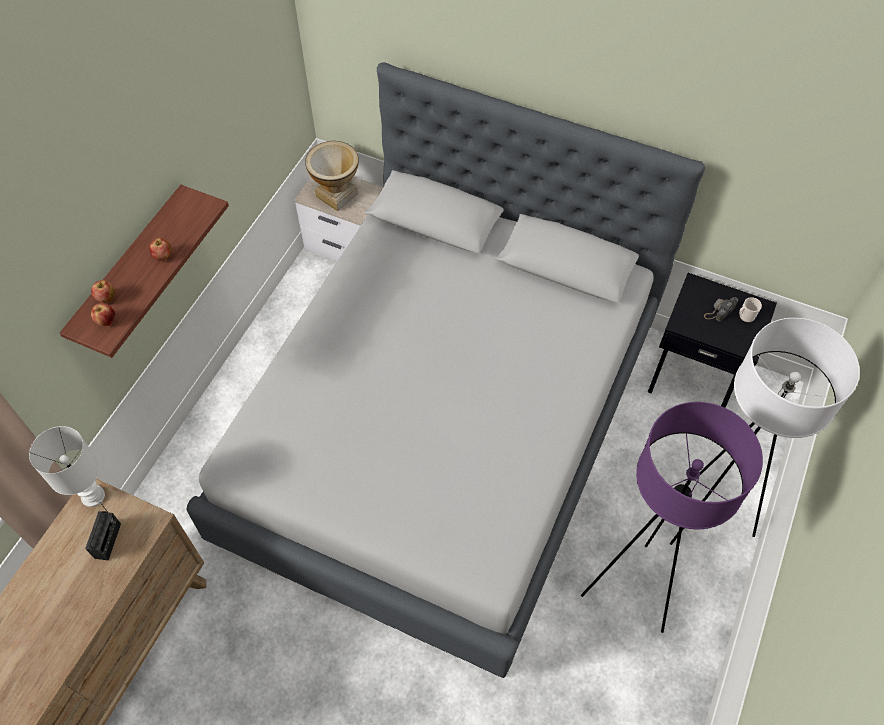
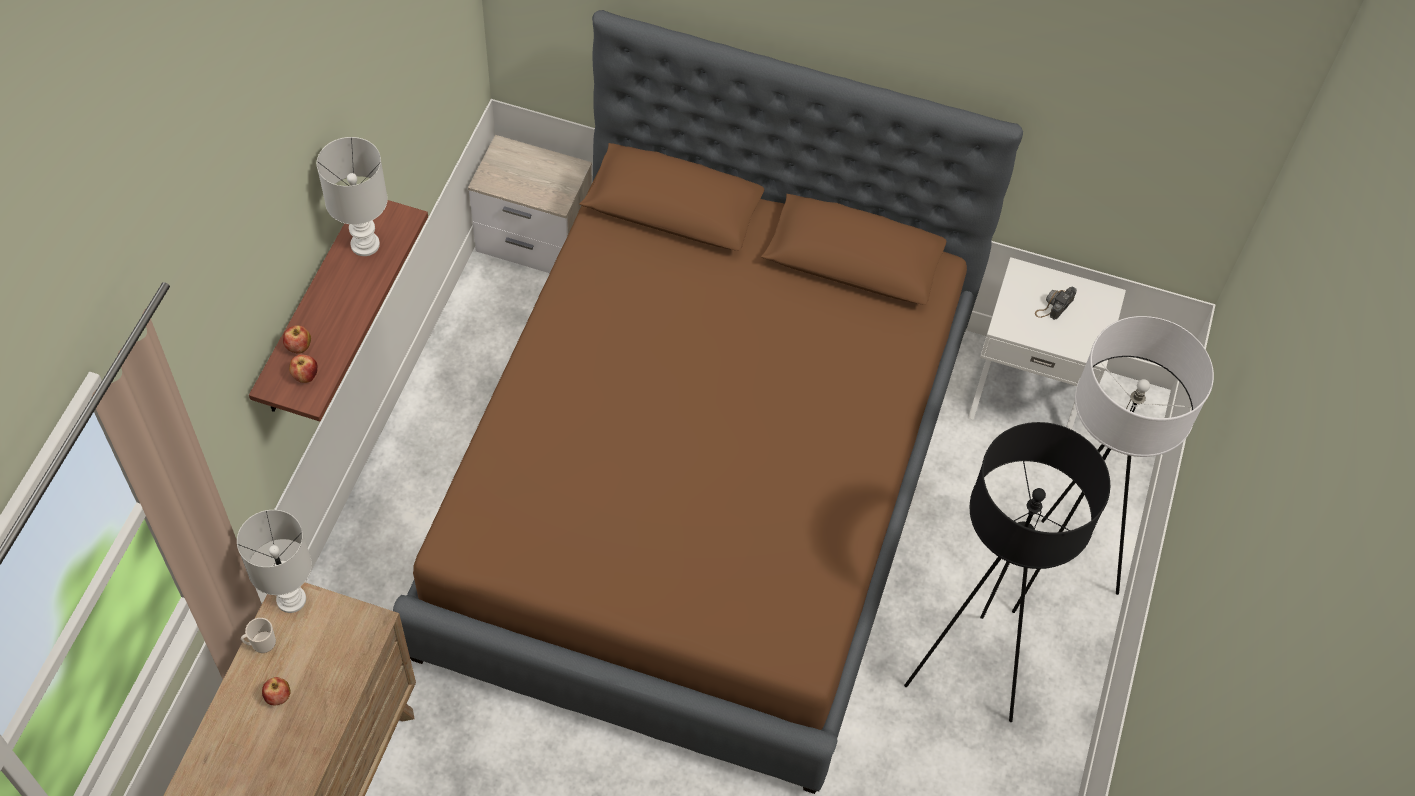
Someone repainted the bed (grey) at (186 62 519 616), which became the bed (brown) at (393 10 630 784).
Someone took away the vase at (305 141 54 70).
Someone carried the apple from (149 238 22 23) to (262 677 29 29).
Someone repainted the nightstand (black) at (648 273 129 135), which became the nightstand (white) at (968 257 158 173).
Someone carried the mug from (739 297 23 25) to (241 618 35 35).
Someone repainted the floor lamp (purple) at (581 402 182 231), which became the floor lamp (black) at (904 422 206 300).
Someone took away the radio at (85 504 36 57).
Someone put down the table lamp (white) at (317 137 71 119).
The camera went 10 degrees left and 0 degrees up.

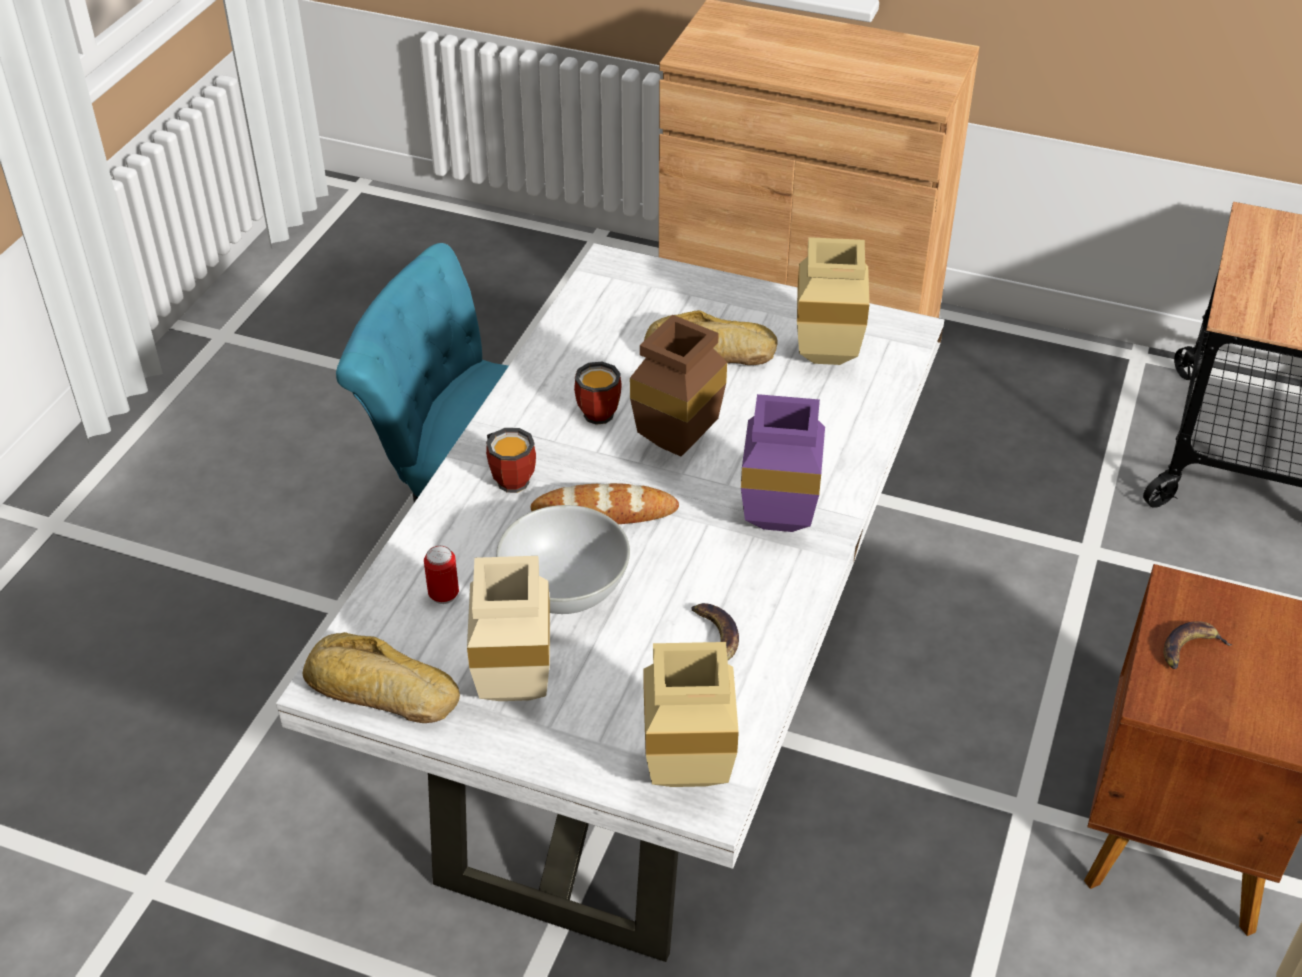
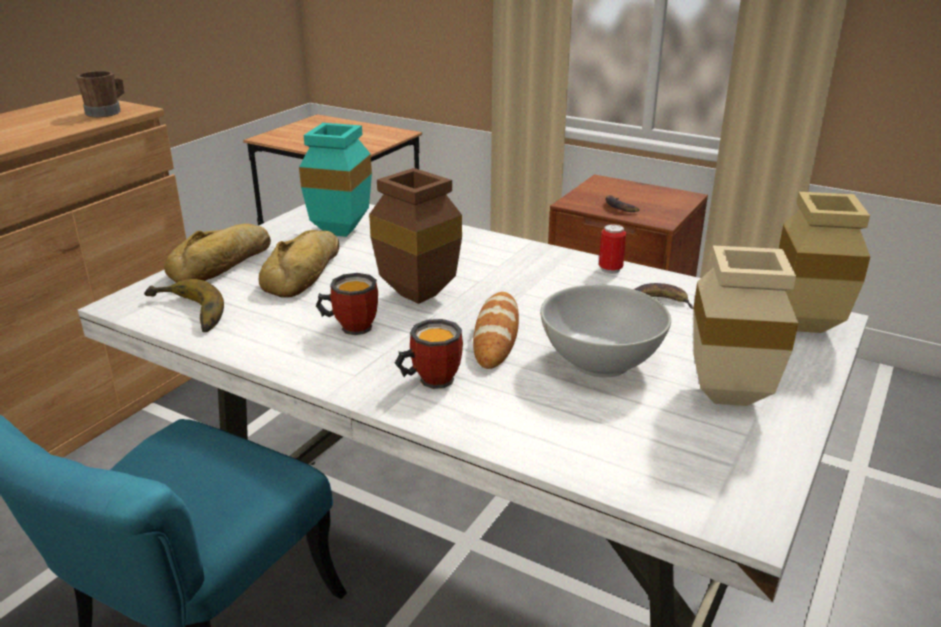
Someone repainted the vase (beige) at (797 237 72 128), which became the vase (turquoise) at (299 123 73 114).
Someone took away the vase (purple) at (741 394 84 138).
Someone carried the can from (424 546 35 58) to (599 224 27 50).
Someone carried the bread from (302 632 158 91) to (164 224 107 58).
Someone put down the mug (brown) at (76 71 48 46).
Someone put down the banana at (144 279 80 53).
The camera went 80 degrees left and 15 degrees down.

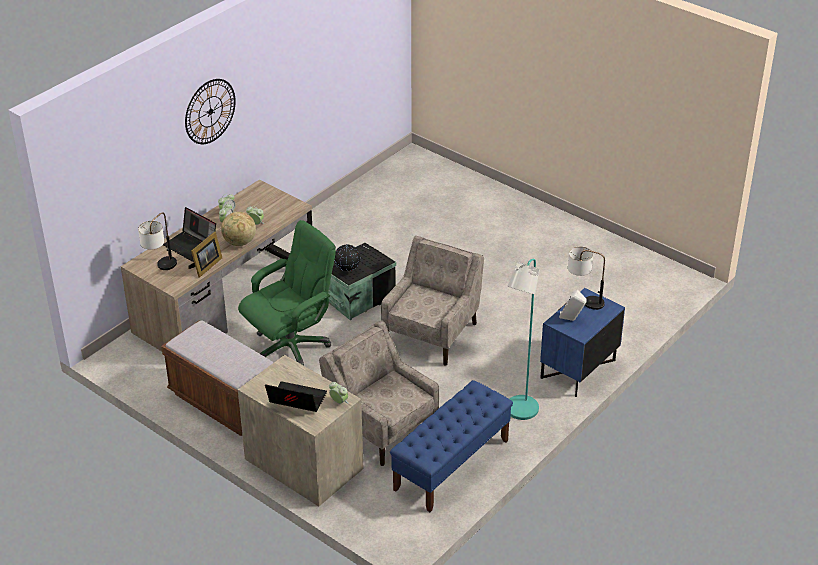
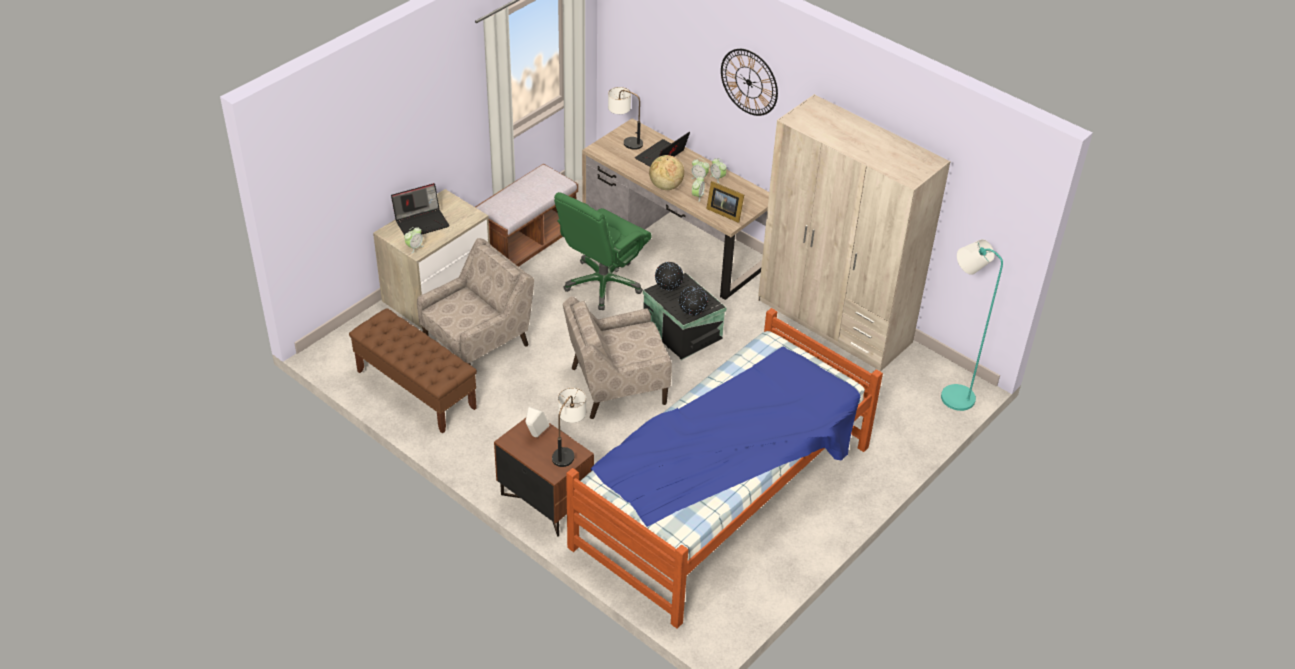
Someone rotated the office chair (green) at (238 220 98 145) by 75 degrees clockwise.
Someone carried the picture frame from (188 232 34 46) to (706 181 38 42).
Someone rotated the armchair (beige) at (381 236 103 130) by 135 degrees clockwise.
Someone carried the floor lamp (turquoise) from (508 259 32 161) to (941 239 62 172).
Someone repainted the nightstand (blue) at (540 288 85 109), which became the nightstand (brown) at (494 418 100 119).
Someone repainted the bench (blue) at (390 380 123 132), which became the bench (brown) at (349 308 128 126).
Someone rotated the laptop at (265 381 62 31) by 45 degrees clockwise.
Someone put down the wardrobe (beige) at (758 94 193 278).
Someone put down the globe at (679 286 29 29).
Someone put down the bed at (566 308 317 321).
The camera went 90 degrees right and 5 degrees up.

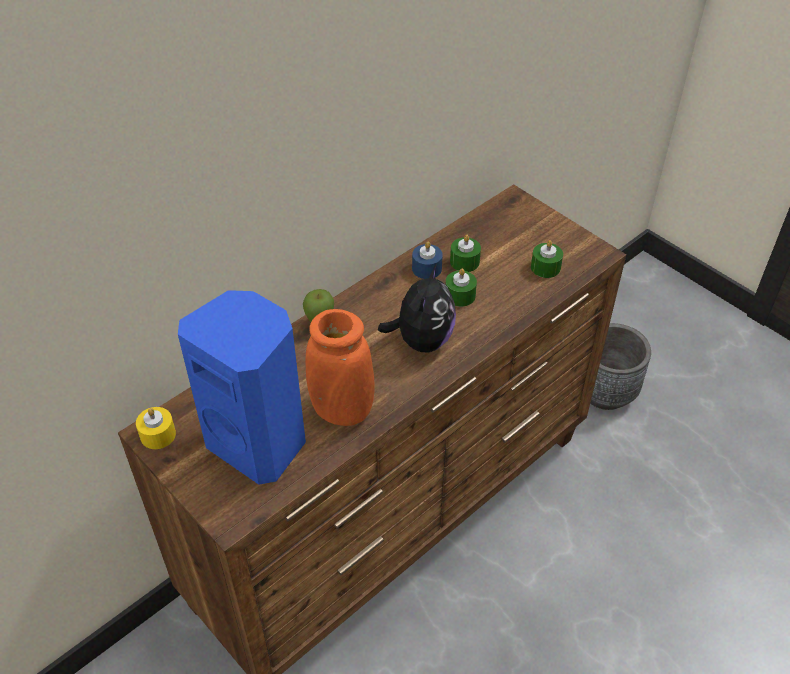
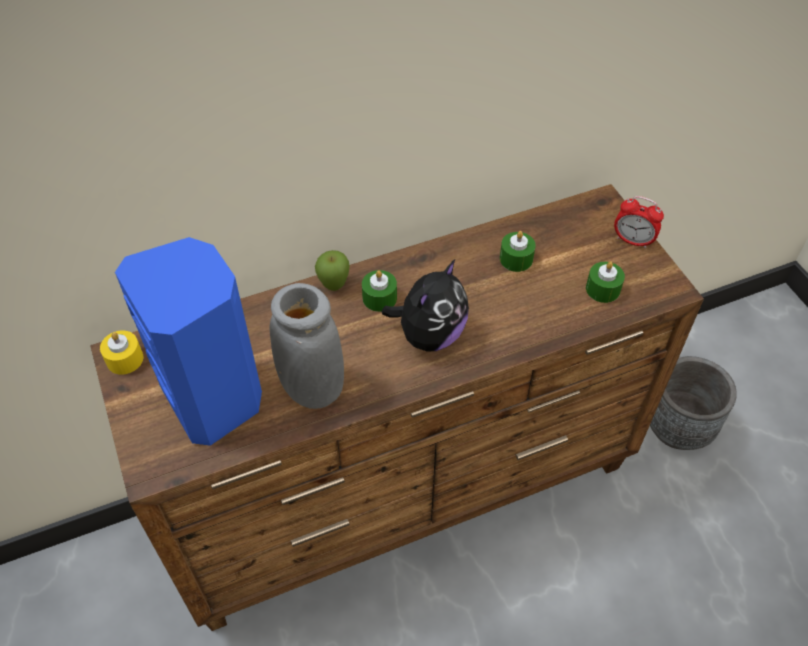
Someone took away the candle (blue) at (412 242 31 37).
Someone carried the candle (green) from (445 268 32 39) to (362 270 35 42).
Someone repainted the vase (orange) at (306 309 69 117), which became the vase (grey) at (269 283 75 126).
Someone put down the alarm clock at (614 196 50 53).
The camera went 20 degrees right and 5 degrees up.

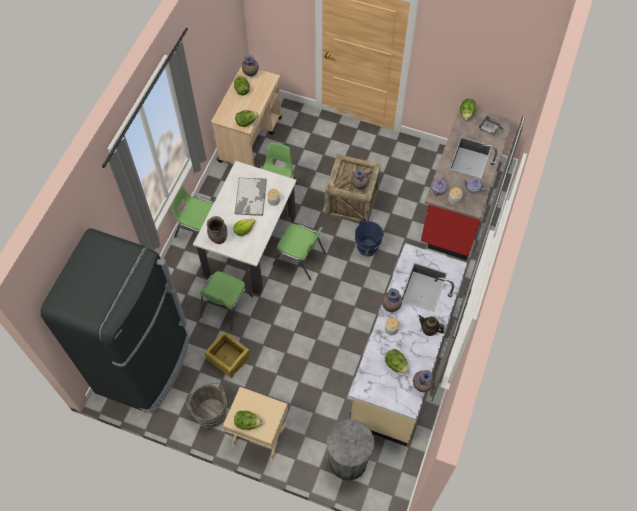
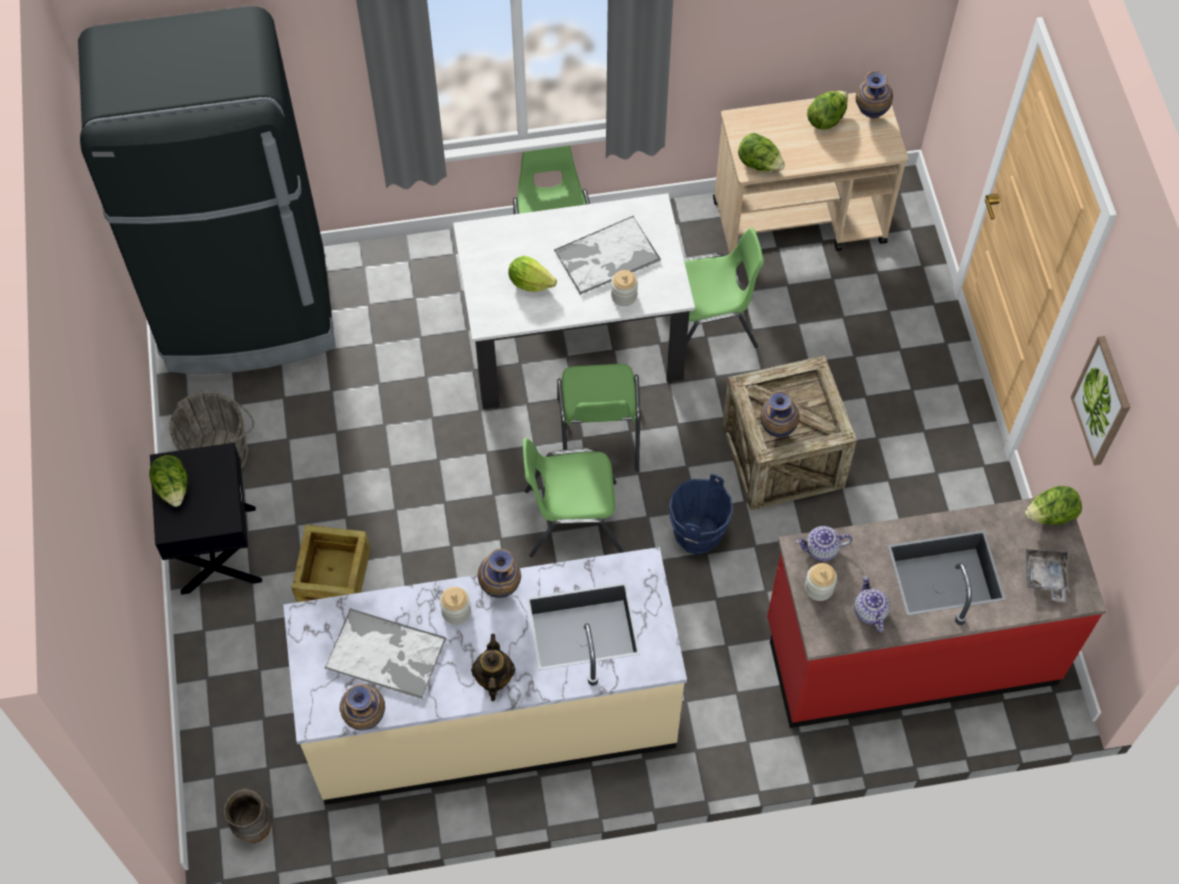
Someone carried the vase (brown) from (207 216 20 28) to (224 789 48 54).
Someone carried the chair (green) from (199 271 54 60) to (523 438 100 119).
Someone carried the crate from (204 331 47 47) to (291 525 79 77).
Someone swapped the lettuce at (385 349 24 25) for the tray at (325 608 122 91).
Someone repainted the nightstand (beige) at (223 387 65 74), which became the nightstand (black) at (150 443 112 152).
Someone took away the trash can (grey) at (326 419 49 62).
Someone put up the picture at (1071 336 59 130).
The camera went 60 degrees right and 0 degrees up.

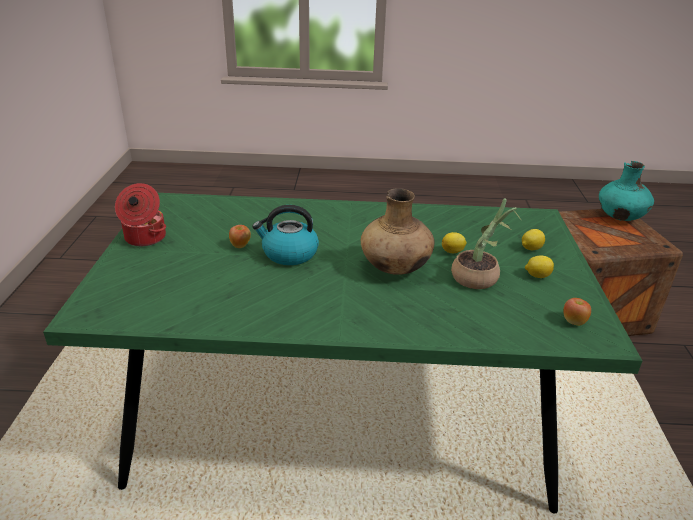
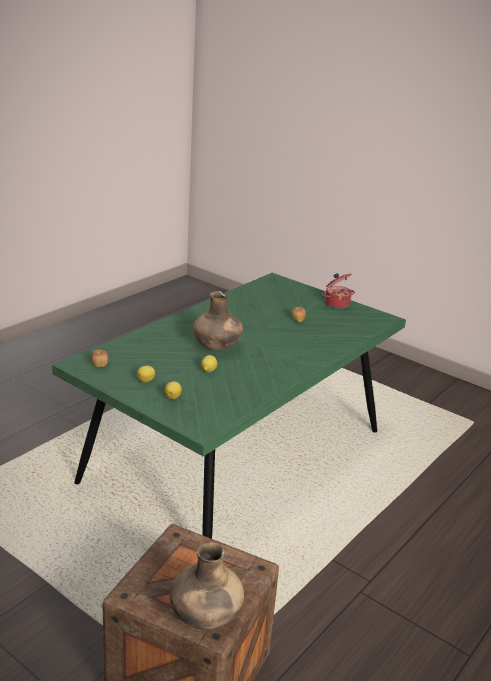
Someone repainted the vase (turquoise) at (599 161 55 60), which became the vase (brown) at (169 542 75 88).
Someone took away the potted plant at (451 199 72 90).
Someone took away the kettle at (252 205 67 60).
The camera went 125 degrees right and 5 degrees down.

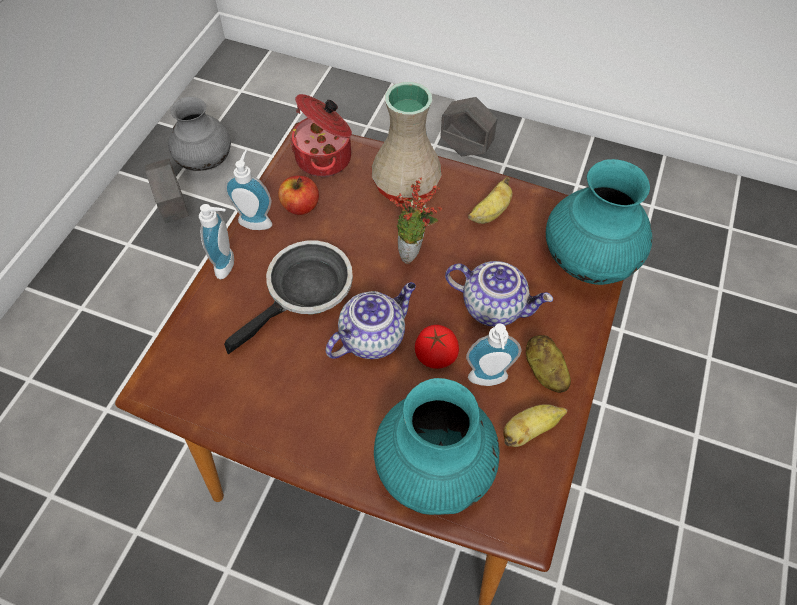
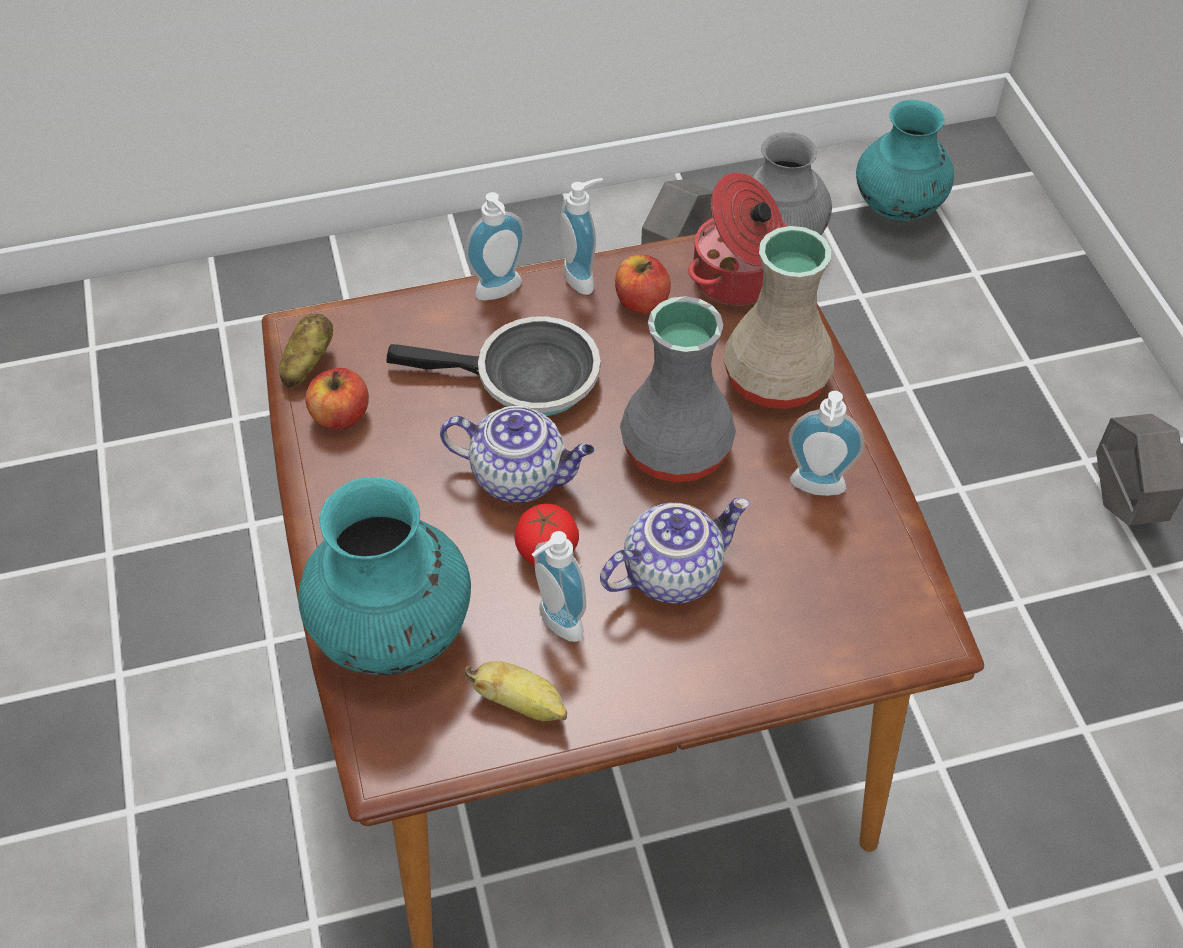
Someone carried the vase (turquoise) from (546 159 106 126) to (856 100 98 121).
Someone swapped the banana at (468 177 44 47) for the soap dispenser at (789 391 76 105).
Someone swapped the potted plant at (390 178 52 86) for the vase (grey) at (620 296 116 187).
Someone rotated the teapot at (445 261 108 66) by 105 degrees counterclockwise.
Someone carried the potato from (526 335 45 58) to (279 314 54 73).
Someone put down the apple at (305 368 64 62).
The camera went 55 degrees right and 5 degrees down.

